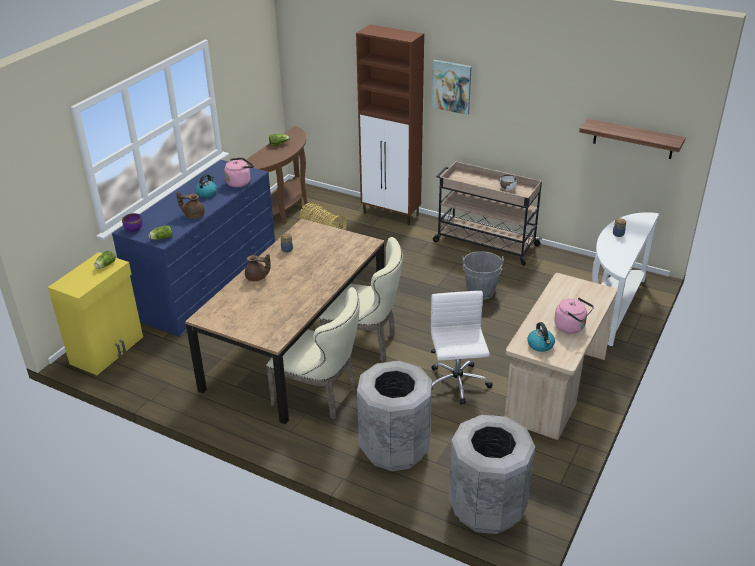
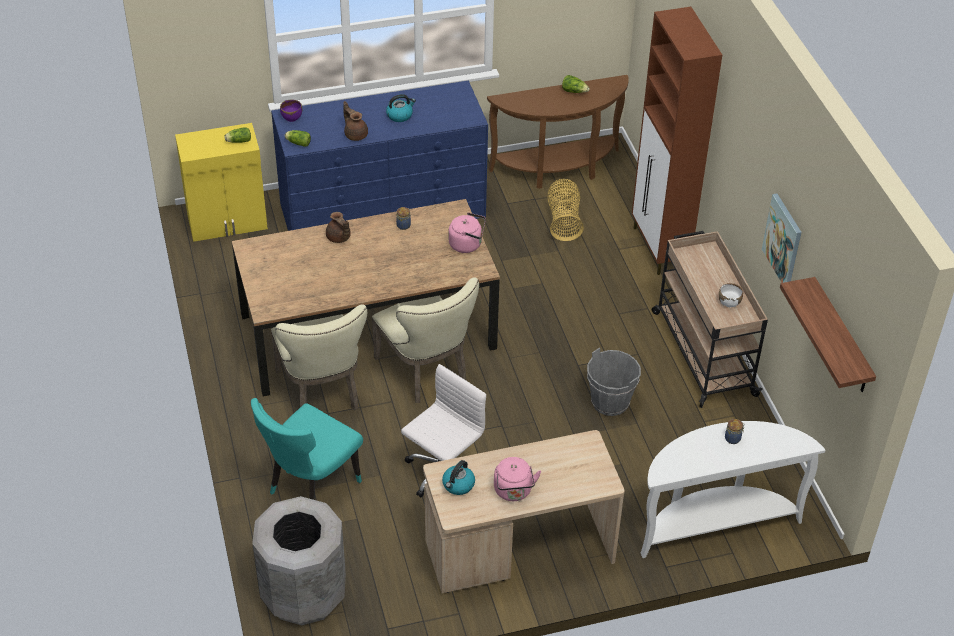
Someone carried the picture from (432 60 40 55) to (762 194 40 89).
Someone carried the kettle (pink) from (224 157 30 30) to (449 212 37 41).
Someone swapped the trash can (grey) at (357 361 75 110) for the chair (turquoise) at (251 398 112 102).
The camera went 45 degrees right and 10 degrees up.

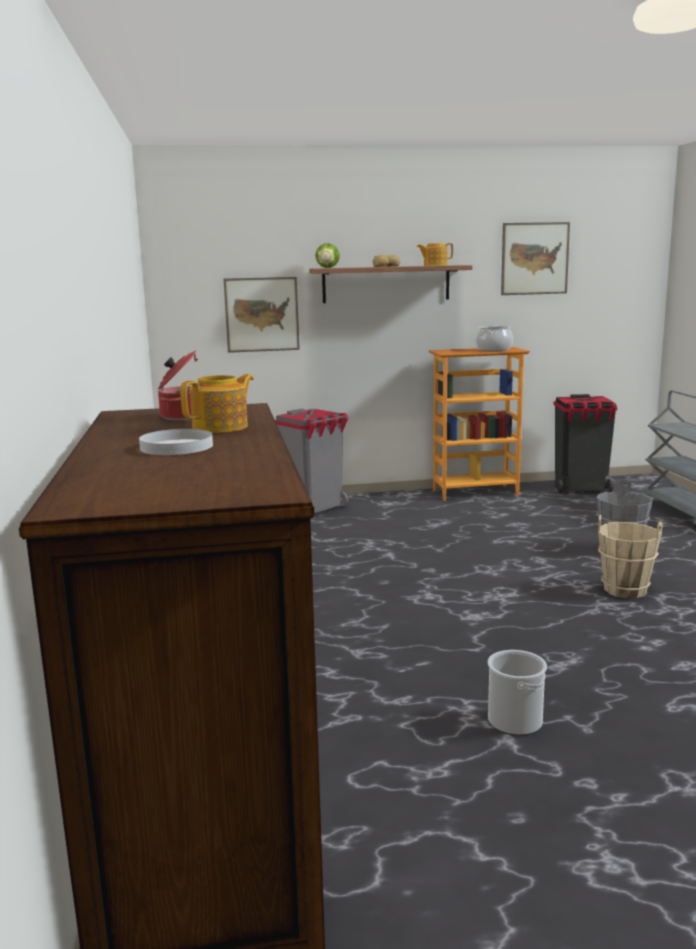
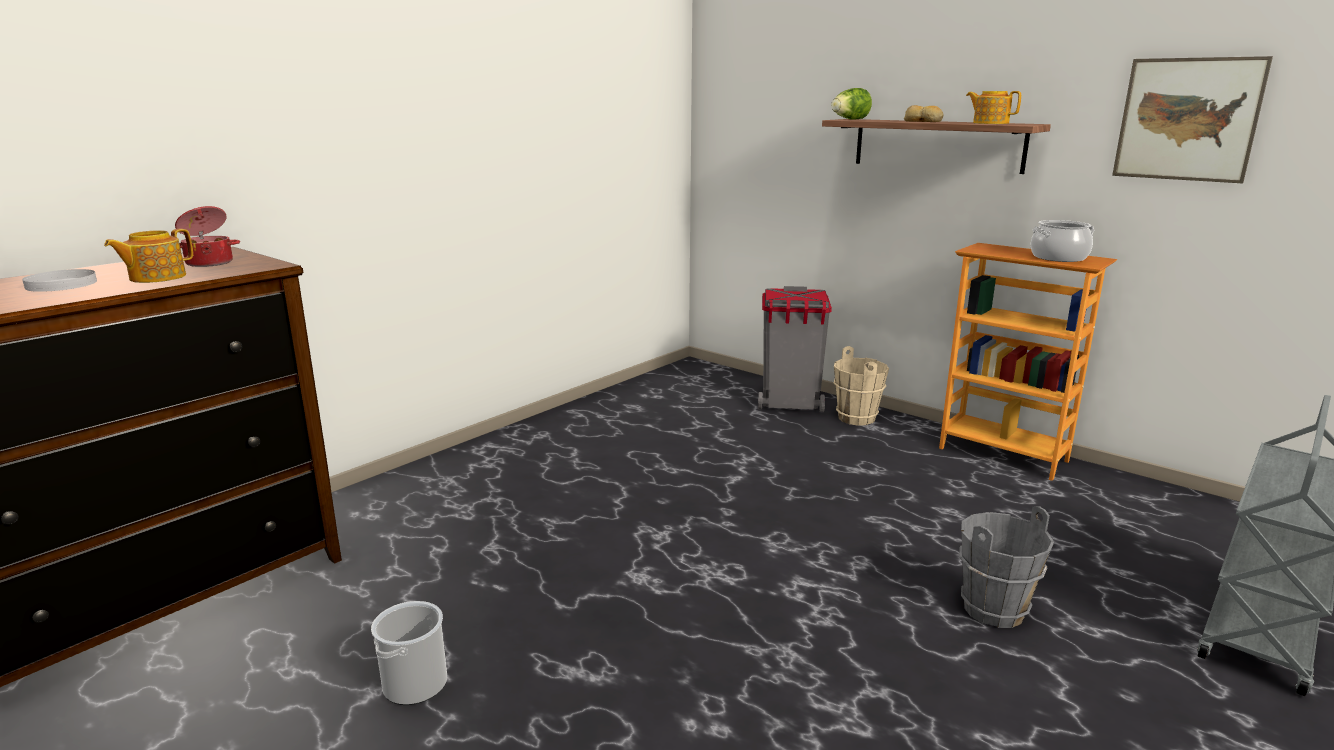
Someone took away the picture at (224 277 76 76).
Someone rotated the teapot at (180 374 74 59) by 120 degrees clockwise.
Someone took away the trash can (black) at (554 394 63 100).
Someone carried the bucket (beige) from (598 515 65 83) to (834 346 55 80).
The camera went 50 degrees right and 5 degrees up.

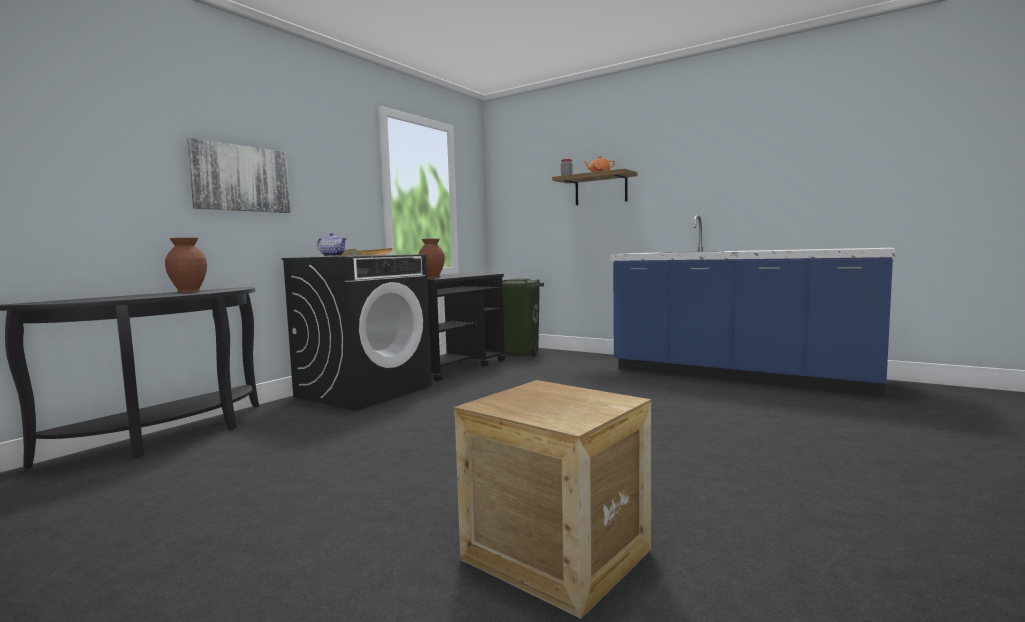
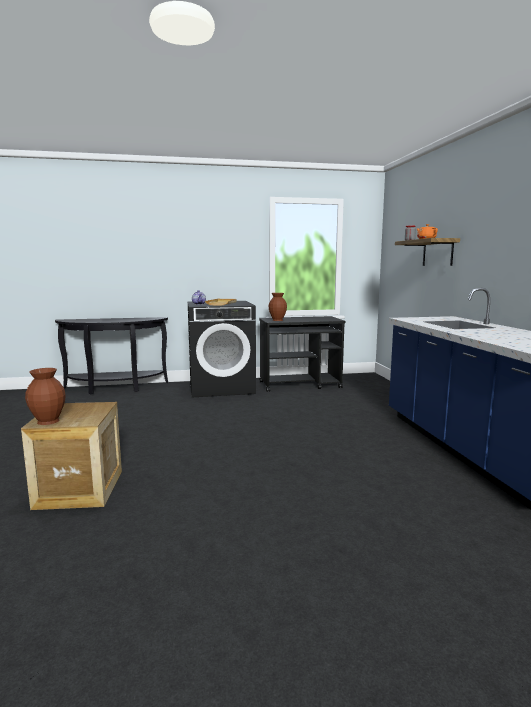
Someone took away the picture at (187 138 104 75).
Someone carried the vase (brown) from (165 238 42 55) to (25 368 41 57).
Someone took away the trash can (green) at (502 279 42 77).
The camera went 45 degrees right and 5 degrees up.

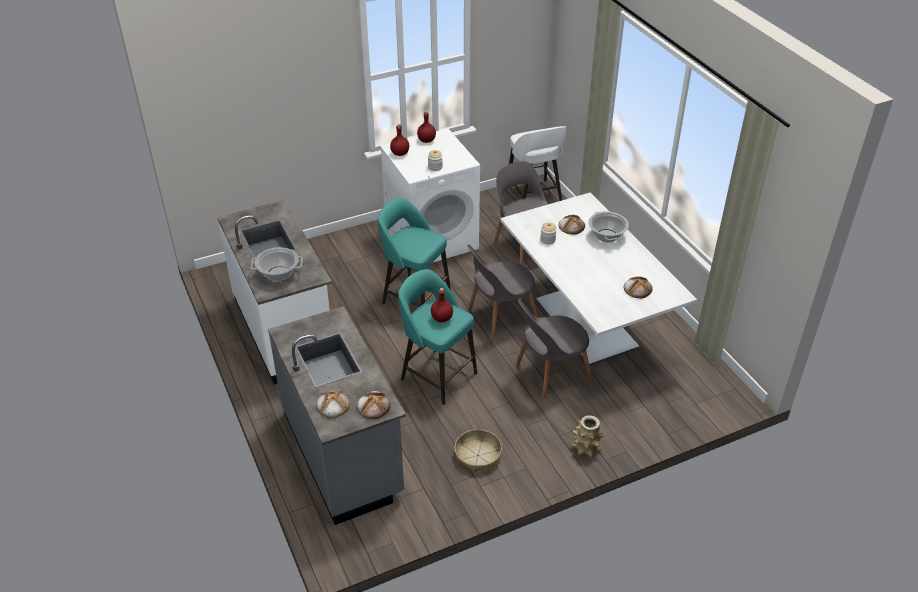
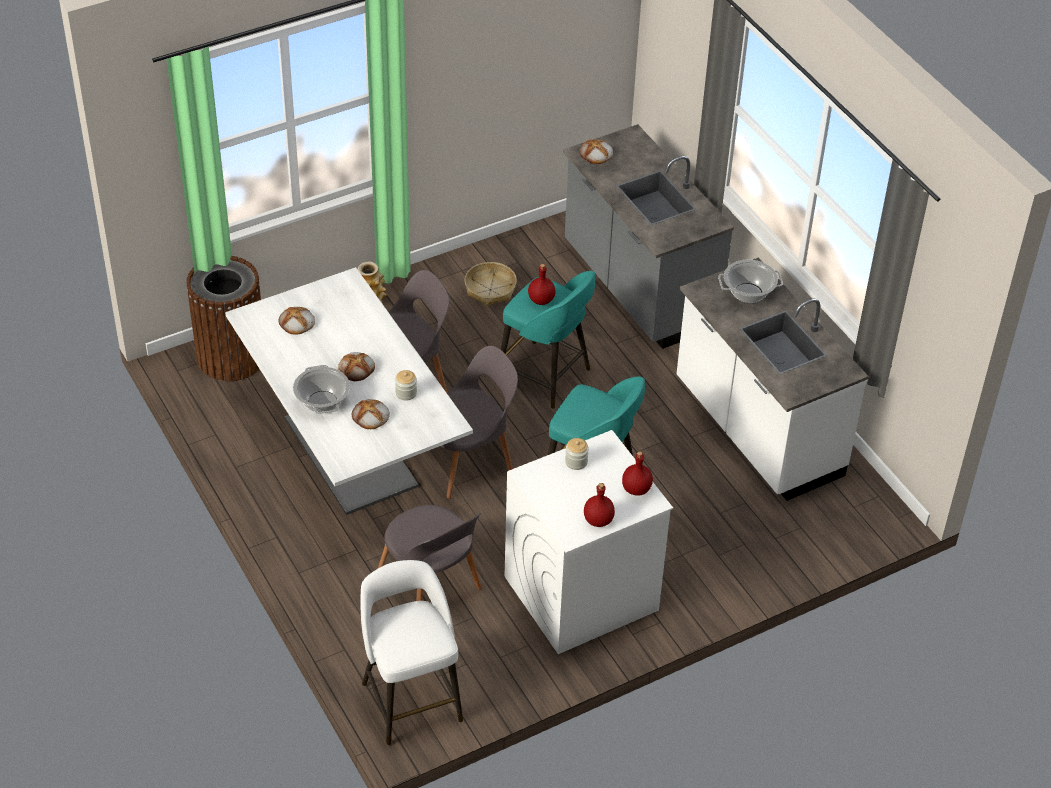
Someone carried the bread from (316 390 34 28) to (338 352 37 29).
Someone put down the trash can (brown) at (186 256 75 125).
The camera went 175 degrees right and 5 degrees up.

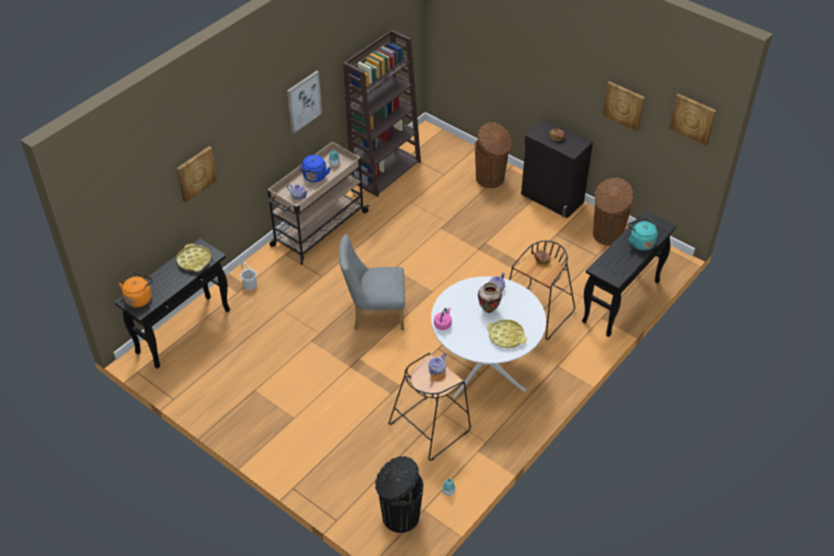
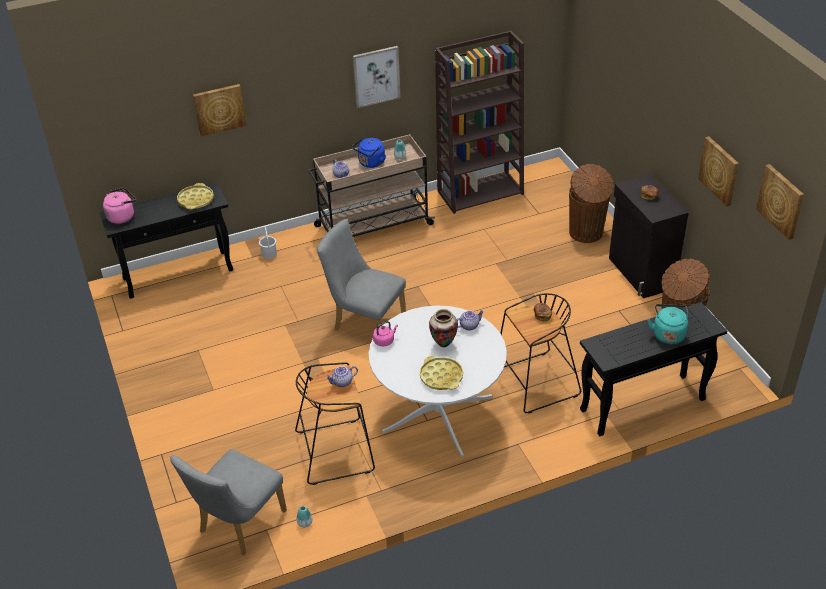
Someone repainted the kettle (orange) at (118 272 35 35), which became the kettle (pink) at (103 188 33 36).
Someone swapped the trash can (black) at (375 456 49 77) for the chair (grey) at (170 449 117 106).
The camera went 30 degrees right and 5 degrees down.

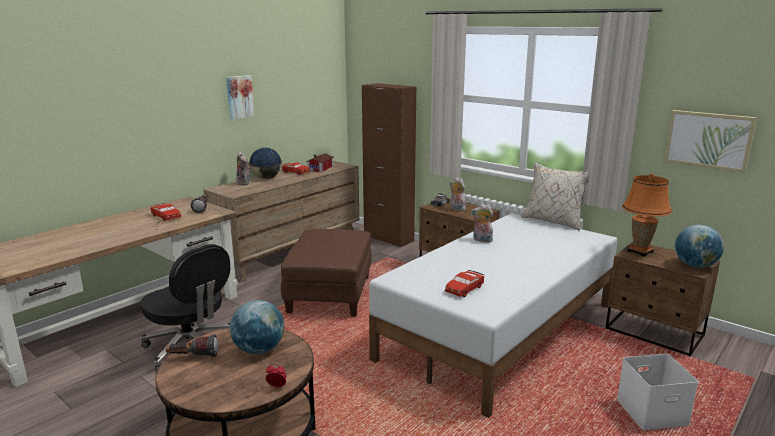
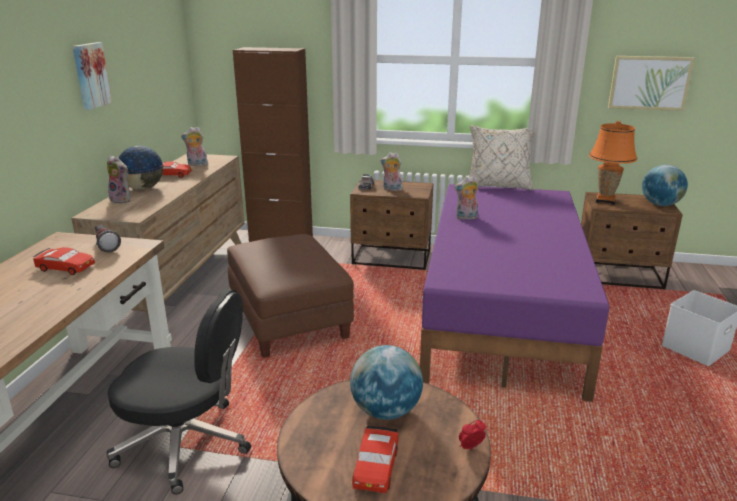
Someone swapped the toy house at (306 153 28 19) for the plush toy at (181 127 27 39).
Someone repainted the bed (white) at (369 213 248 205), which became the bed (purple) at (420 184 189 218).
Someone carried the toy car (red) from (445 270 39 27) to (352 426 46 67).
Someone took away the flashlight at (166 334 52 23).
The camera went 30 degrees left and 5 degrees up.

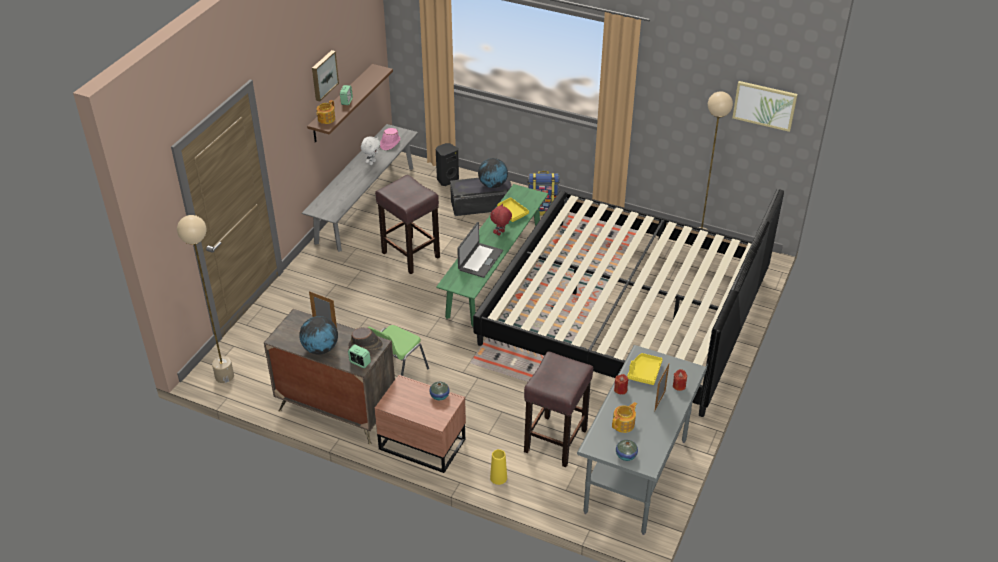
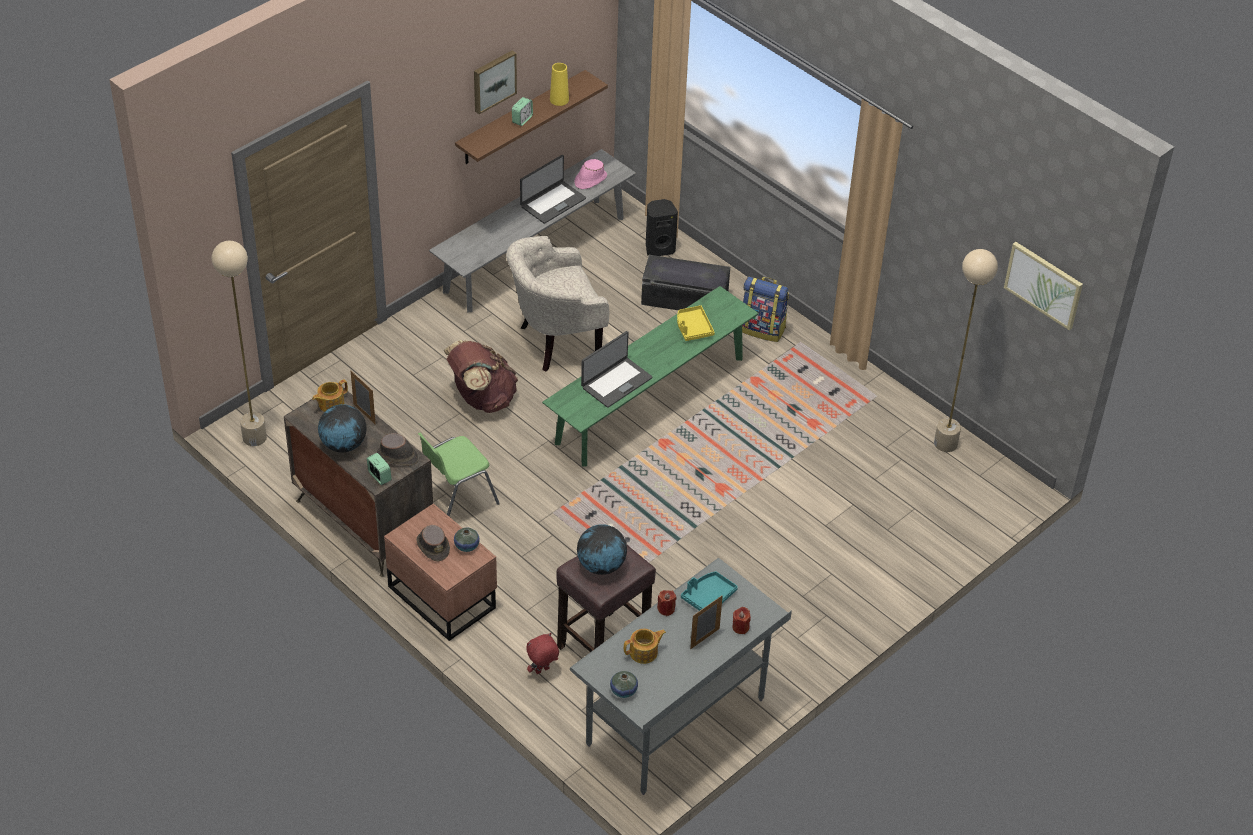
Someone carried the teapot from (316 100 19 24) to (312 379 36 33).
Someone swapped the plush toy (white) at (361 137 19 28) for the laptop at (520 155 66 69).
Someone carried the globe from (478 158 30 30) to (577 524 50 51).
Someone swapped the stool (brown) at (375 175 65 99) for the armchair (beige) at (506 236 103 135).
Someone took away the bed at (473 189 311 228).
Someone carried the plush toy (red) from (490 204 22 32) to (527 633 32 41).
Someone repainted the tray (yellow) at (627 353 36 32), which became the tray (turquoise) at (681 571 57 40).
Someone carried the vase (yellow) from (490 449 17 36) to (550 63 19 43).
Someone put down the backpack (brown) at (443 340 75 73).
Someone put down the hat (brown) at (416 525 34 37).
The camera went 20 degrees right and 5 degrees up.

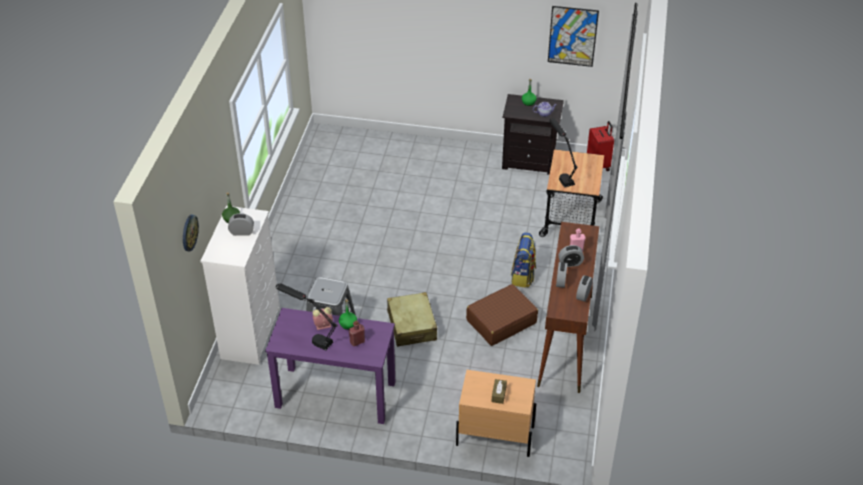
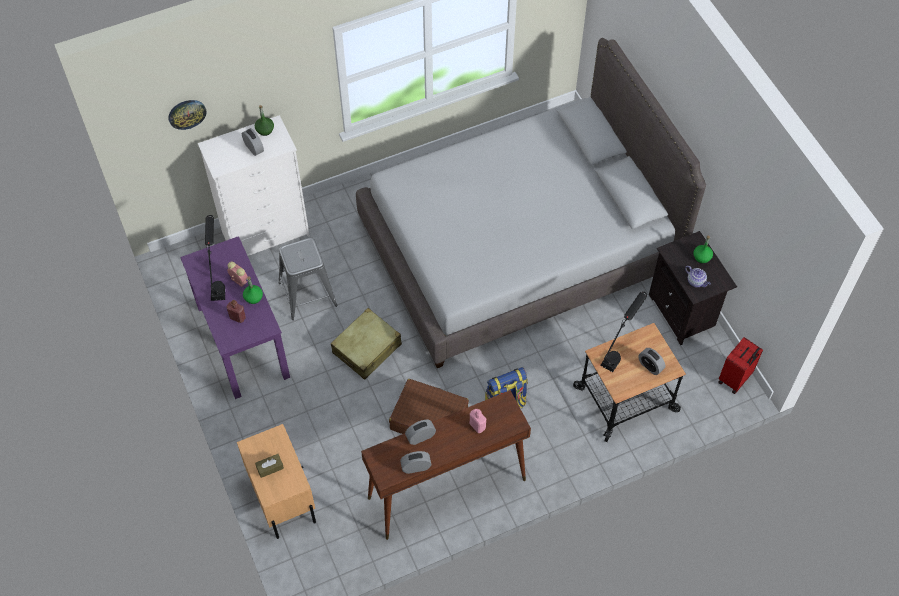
Someone took away the picture at (548 6 51 61).
Someone carried the alarm clock from (558 245 26 22) to (638 348 27 27).
Someone put down the bed (grey) at (356 38 350 330).
The camera went 55 degrees right and 15 degrees up.

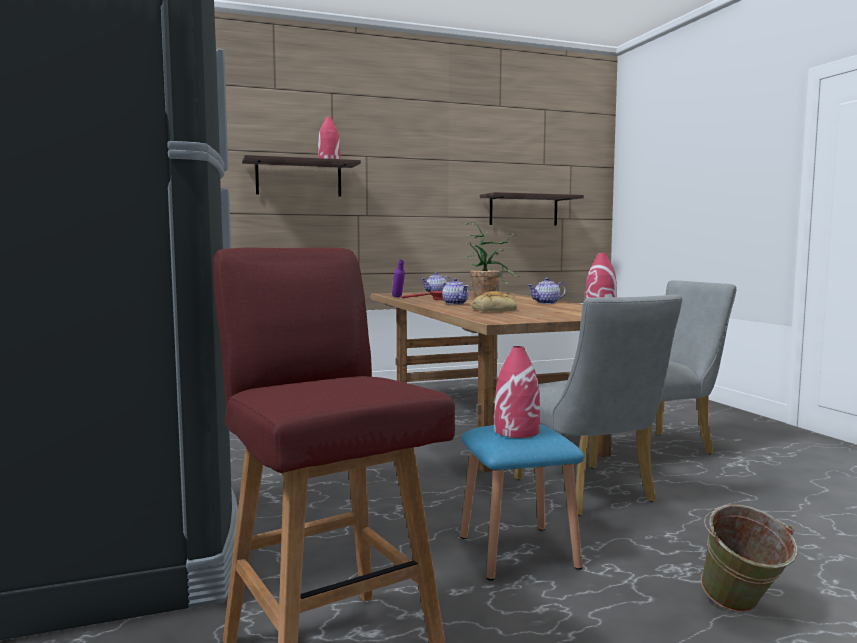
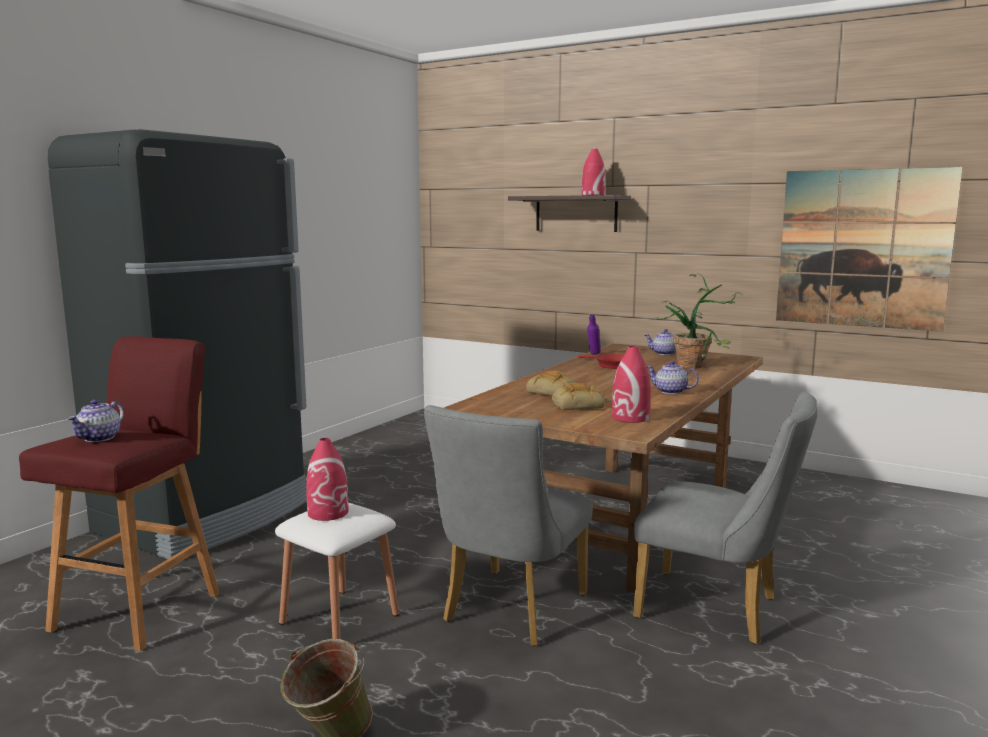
Someone swapped the shelf at (480 192 104 34) for the picture at (776 167 187 165).
Someone carried the teapot from (442 278 27 27) to (67 400 57 42).
Someone repainted the stool (blue) at (460 424 124 157), which became the stool (white) at (275 503 125 136).
Someone put down the bread at (552 383 53 27).
The camera went 50 degrees right and 5 degrees up.

